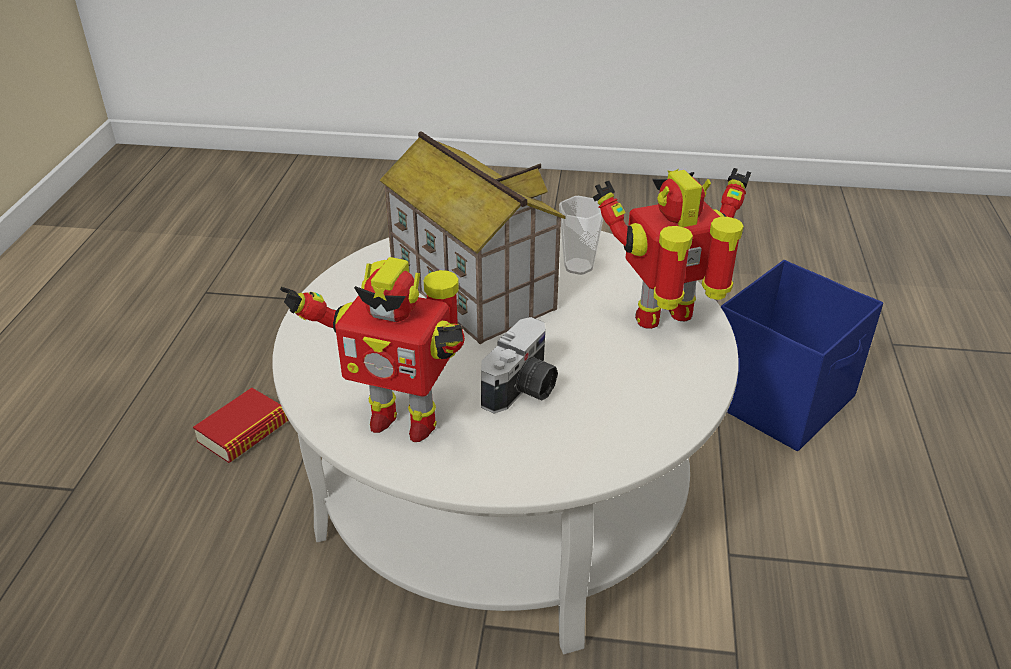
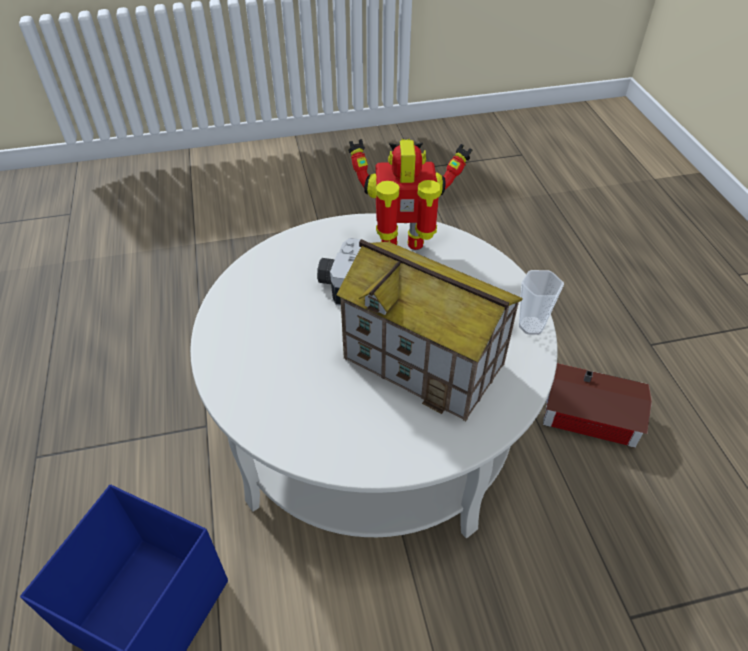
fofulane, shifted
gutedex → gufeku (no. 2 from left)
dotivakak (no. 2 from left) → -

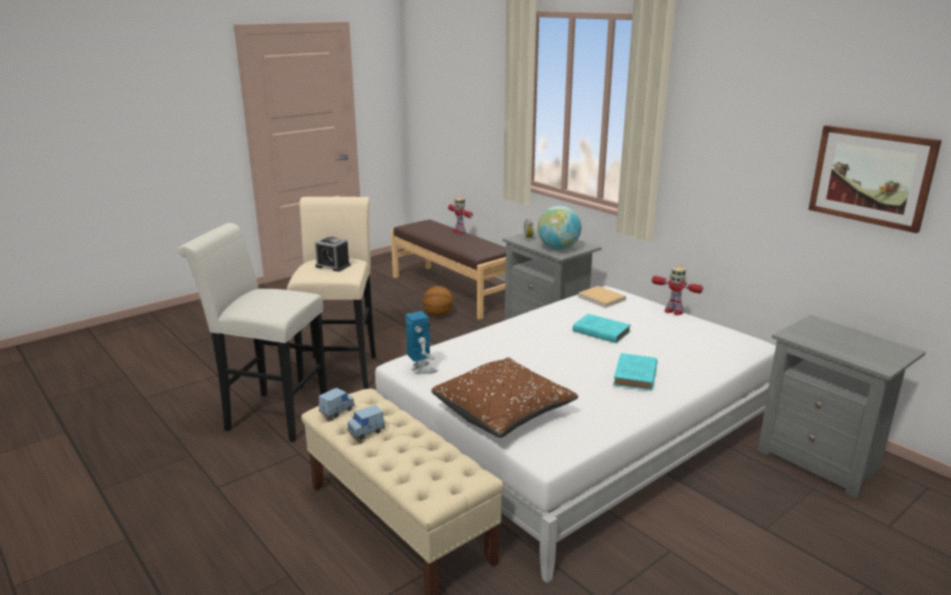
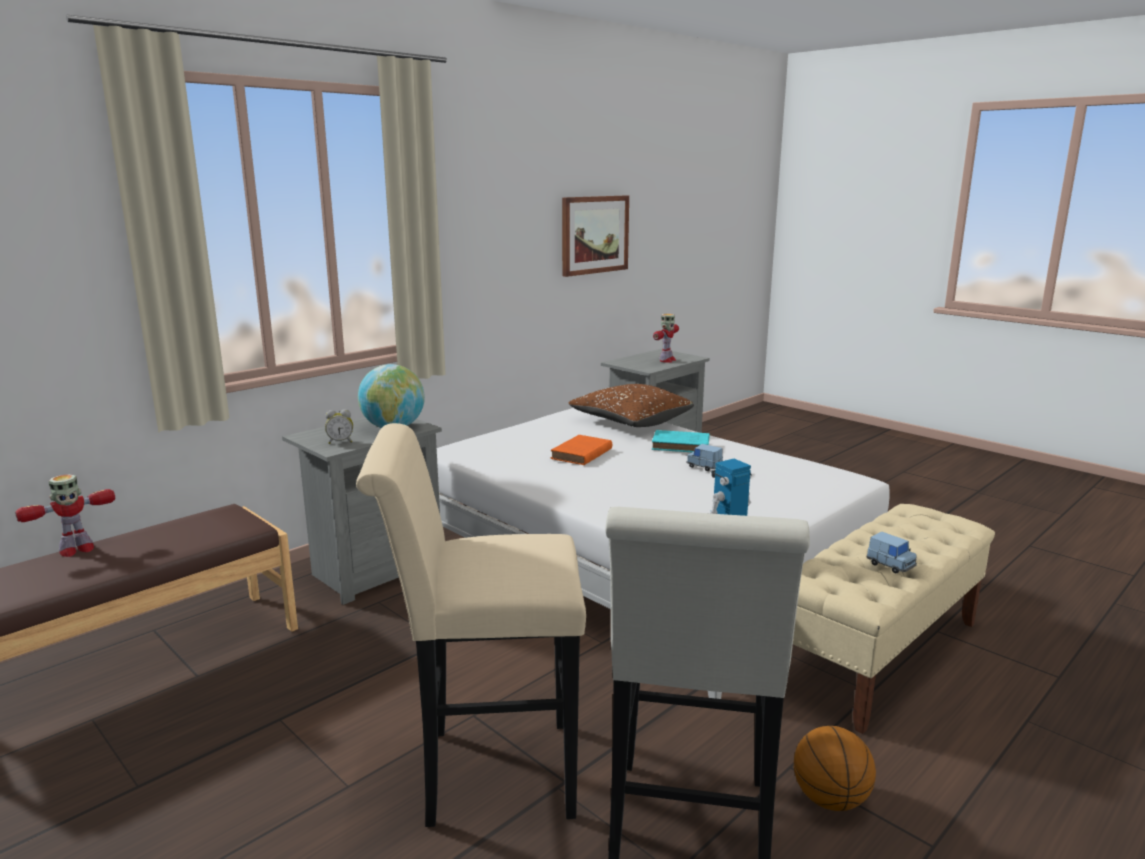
gutedex (turquoise) (no. 1 from left) → gutedex (orange)
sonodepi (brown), shifted
dotivakak (no. 3 from left in the first image) → dotivakak (no. 2 from left), shifted
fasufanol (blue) (no. 1 from left), shifted
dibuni, shifted
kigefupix (no. 1 from left) → -
gutedex (beige) → -

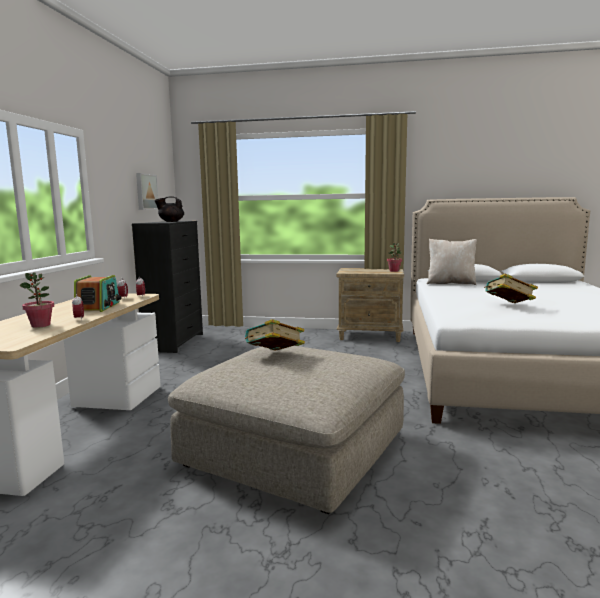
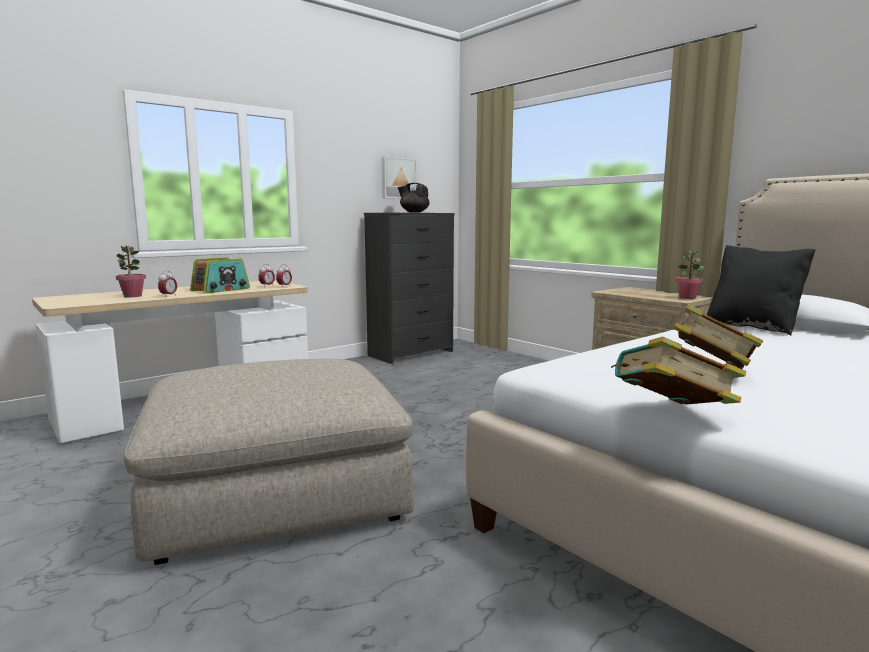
gutedex (no. 1 from left), shifted
sonodepi (beige) → sonodepi (black)

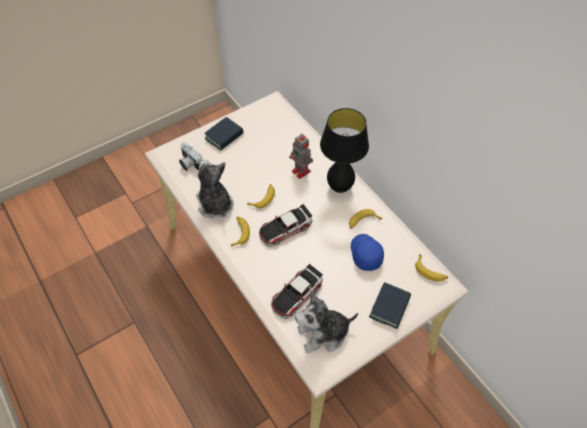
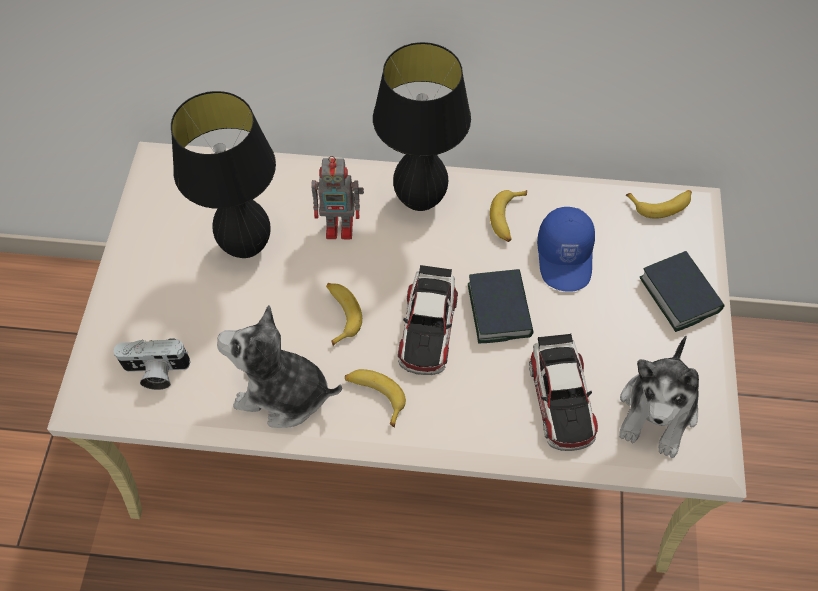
- → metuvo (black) (no. 1 from left)
gutedex (no. 1 from left), shifted
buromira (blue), 120 degrees counterclockwise

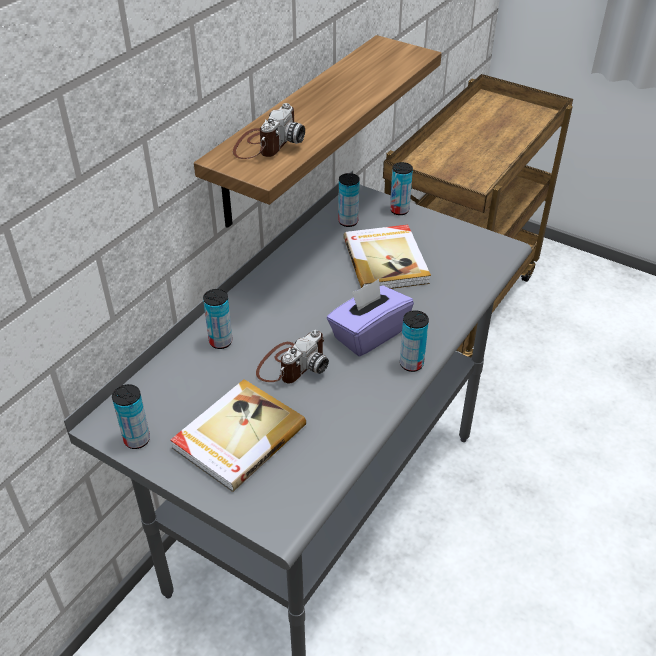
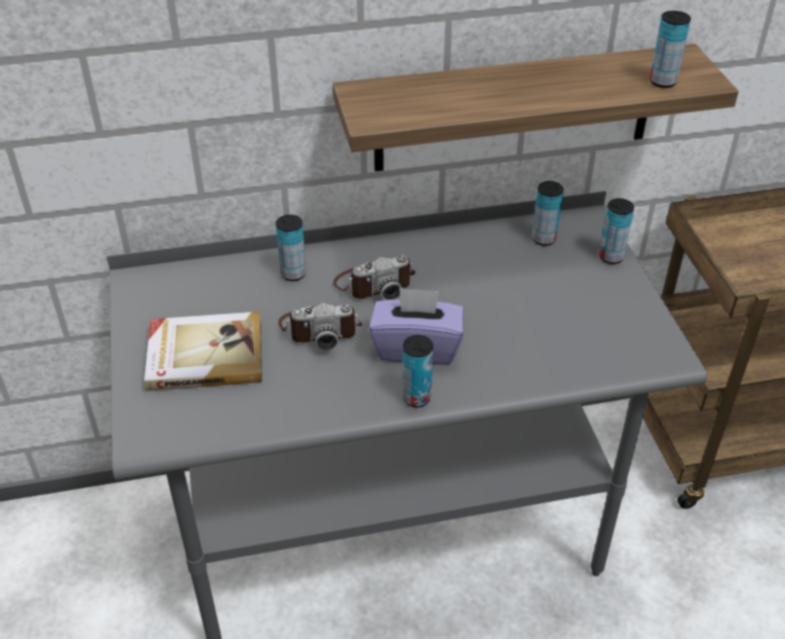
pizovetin (no. 1 from left in the first image) → pizovetin (no. 2 from left), shifted
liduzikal (no. 1 from left in the first image) → liduzikal (no. 5 from left), shifted
gutedex (no. 2 from left) → -

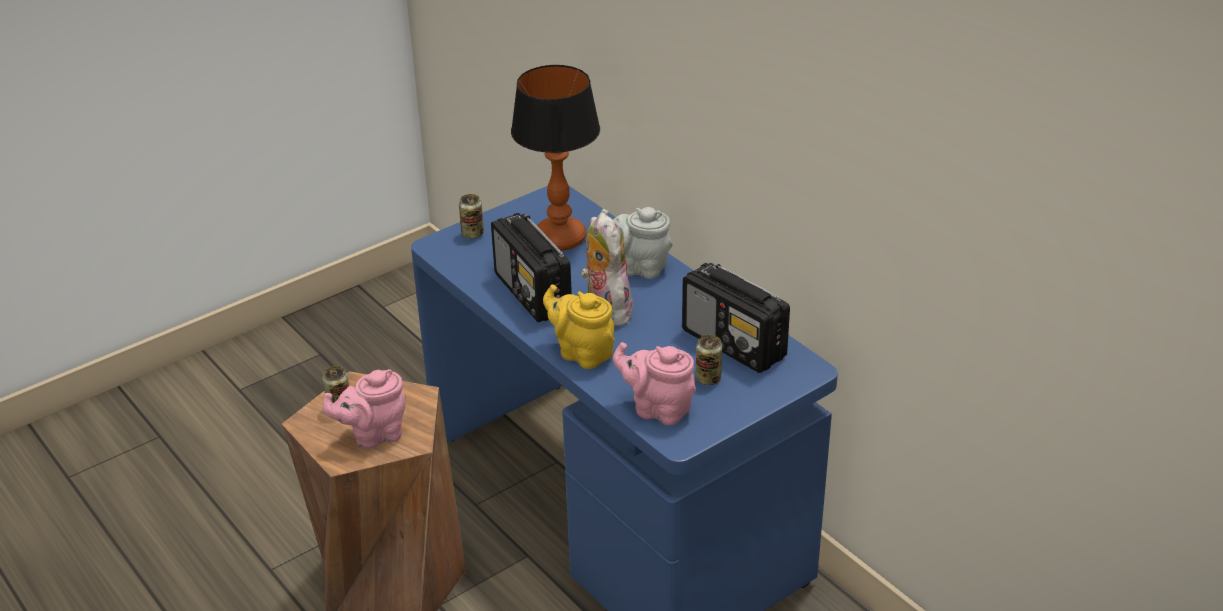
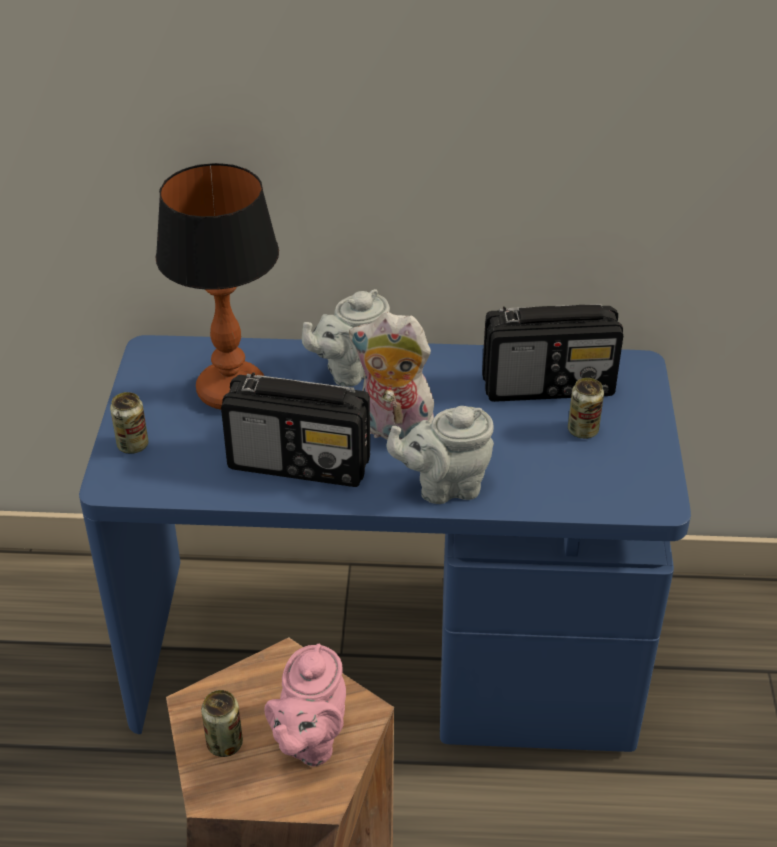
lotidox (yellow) → lotidox (grey) (no. 2 from left)
lotidox (pink) (no. 2 from left) → -

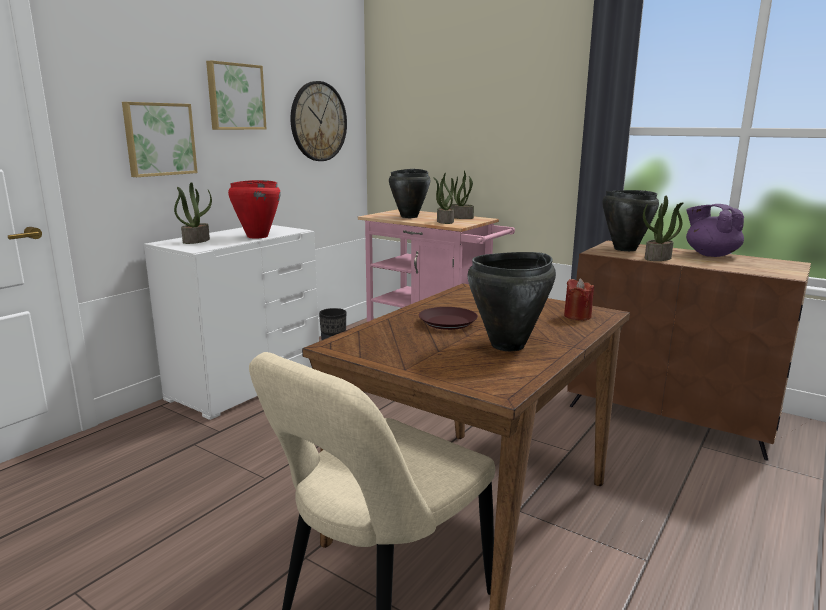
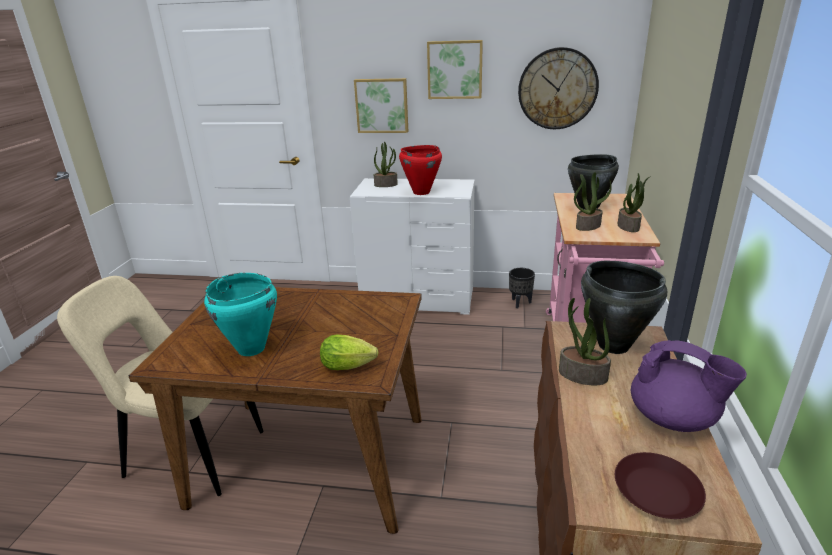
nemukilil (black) (no. 2 from left) → nemukilil (turquoise)
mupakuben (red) → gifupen
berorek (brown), shifted
lotidox (purple), 90 degrees clockwise

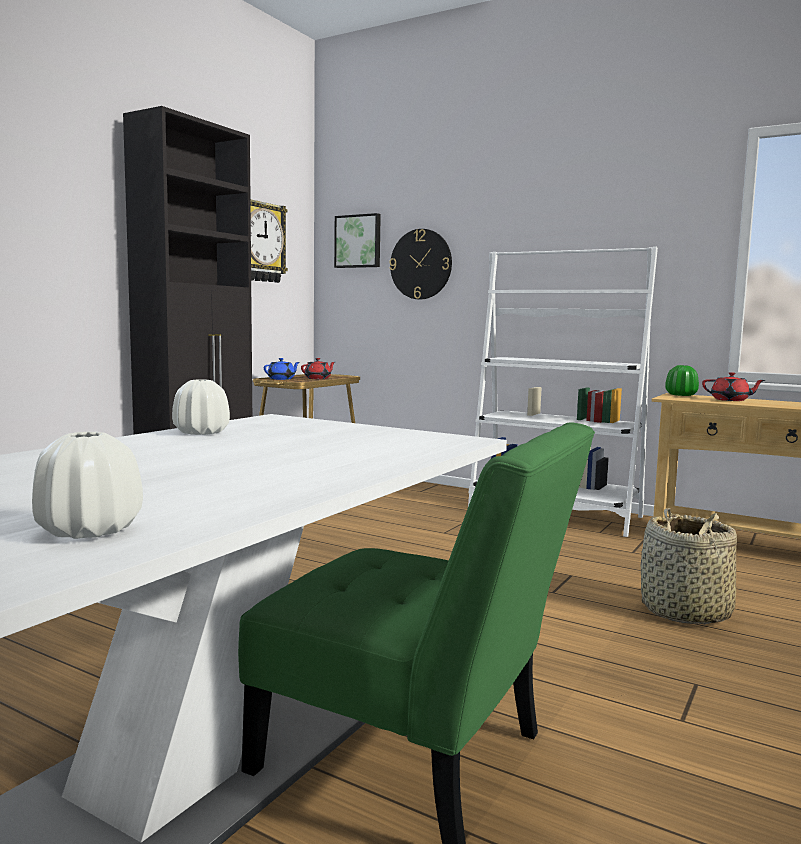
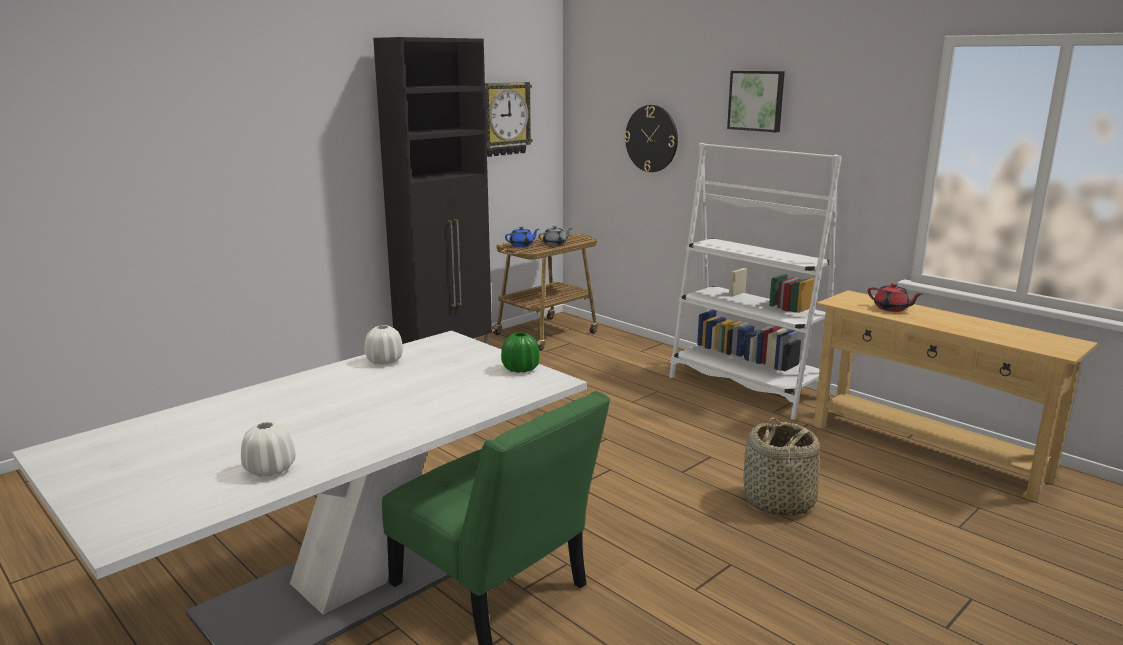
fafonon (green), shifted
lotidox (red) (no. 1 from left) → lotidox (grey)
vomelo, shifted

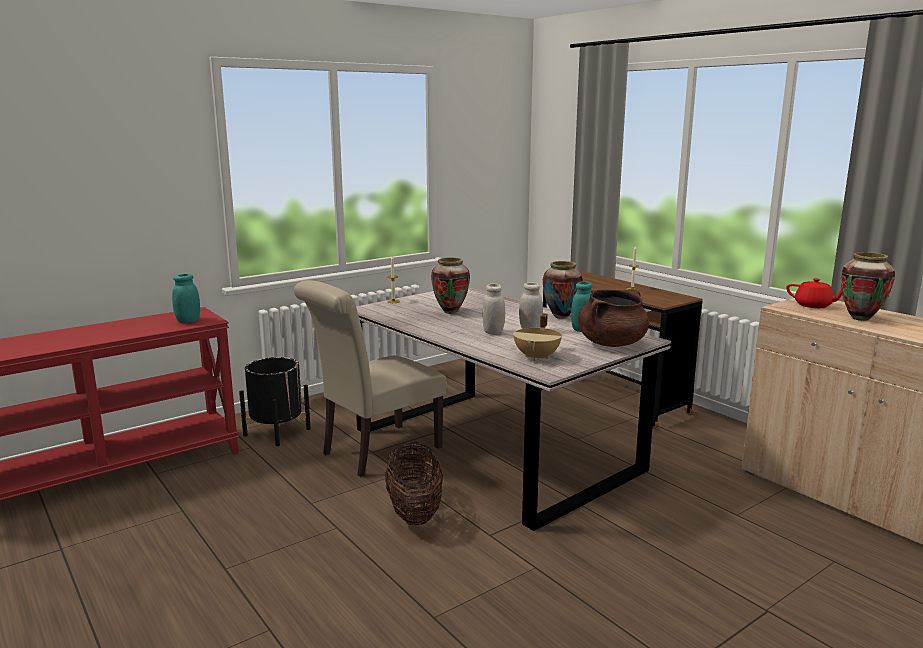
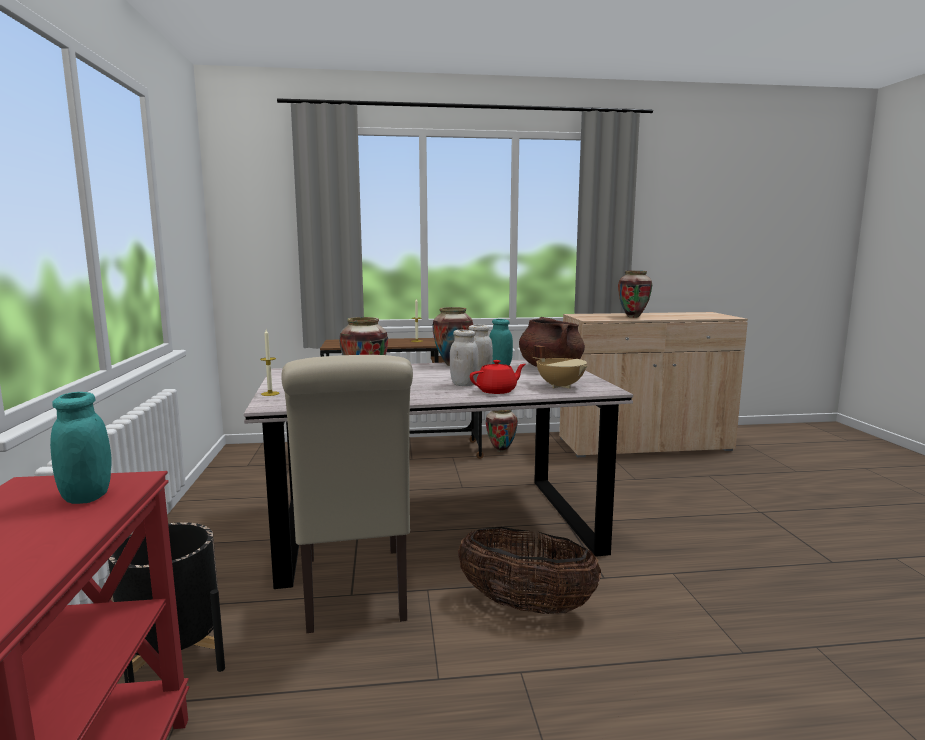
lotidox (red), shifted
- → fafonon (no. 3 from left)

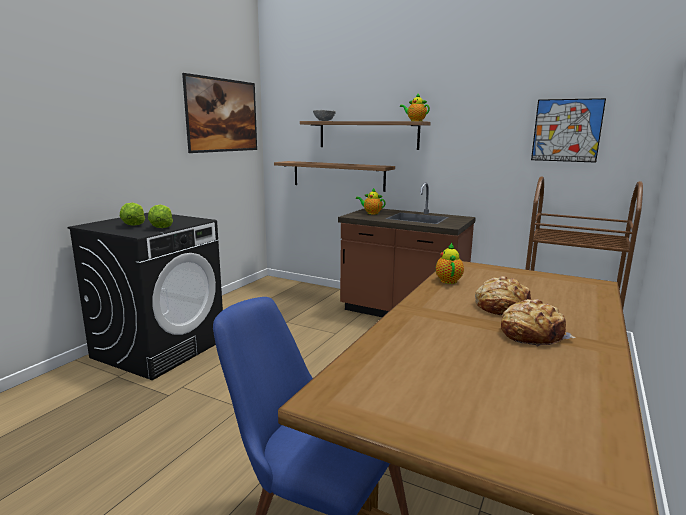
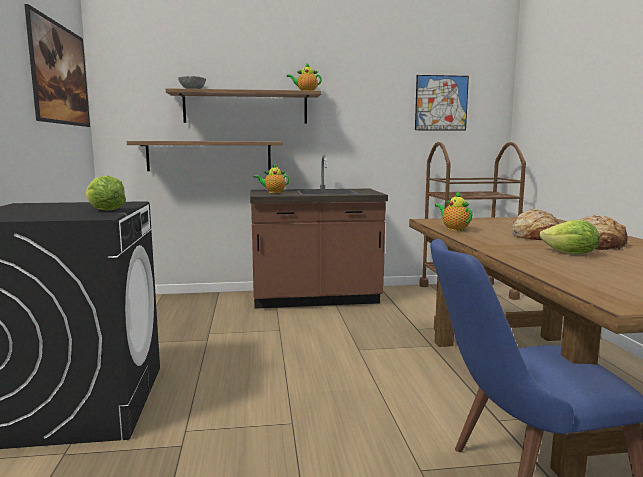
gifupen (no. 1 from left in the first image) → gifupen (no. 2 from left), shifted

